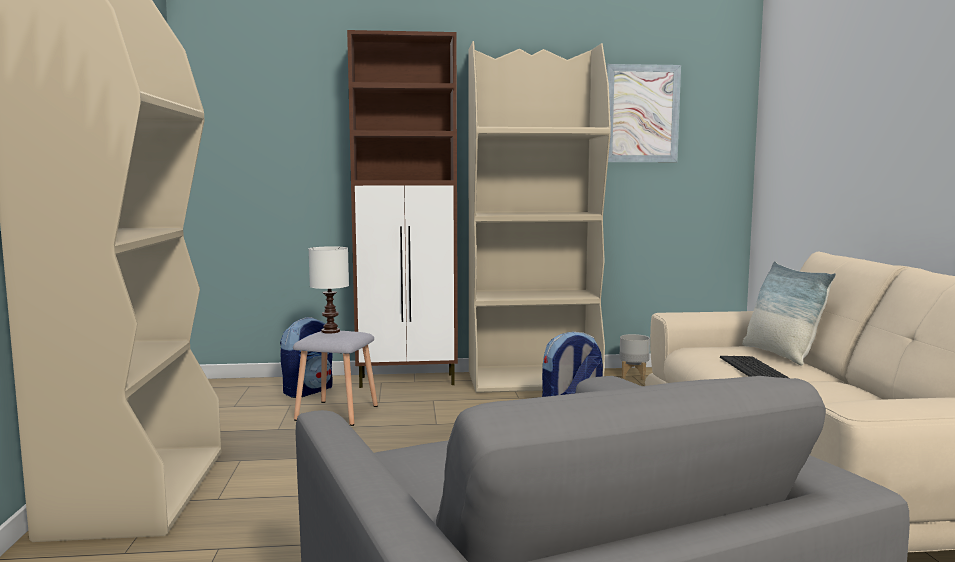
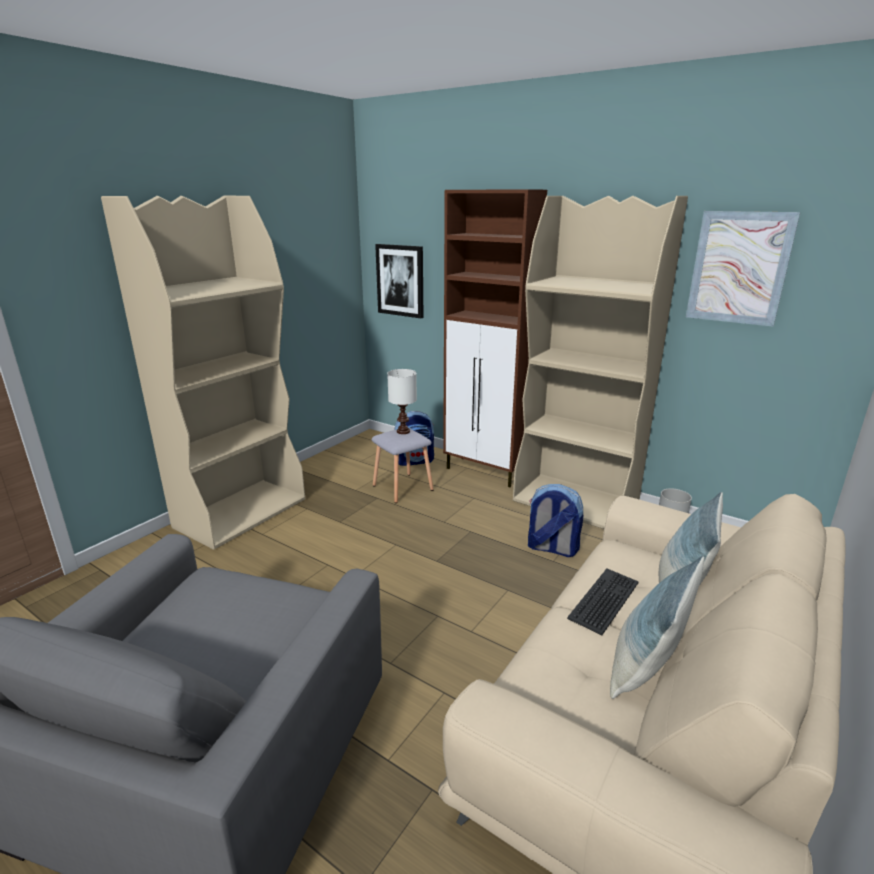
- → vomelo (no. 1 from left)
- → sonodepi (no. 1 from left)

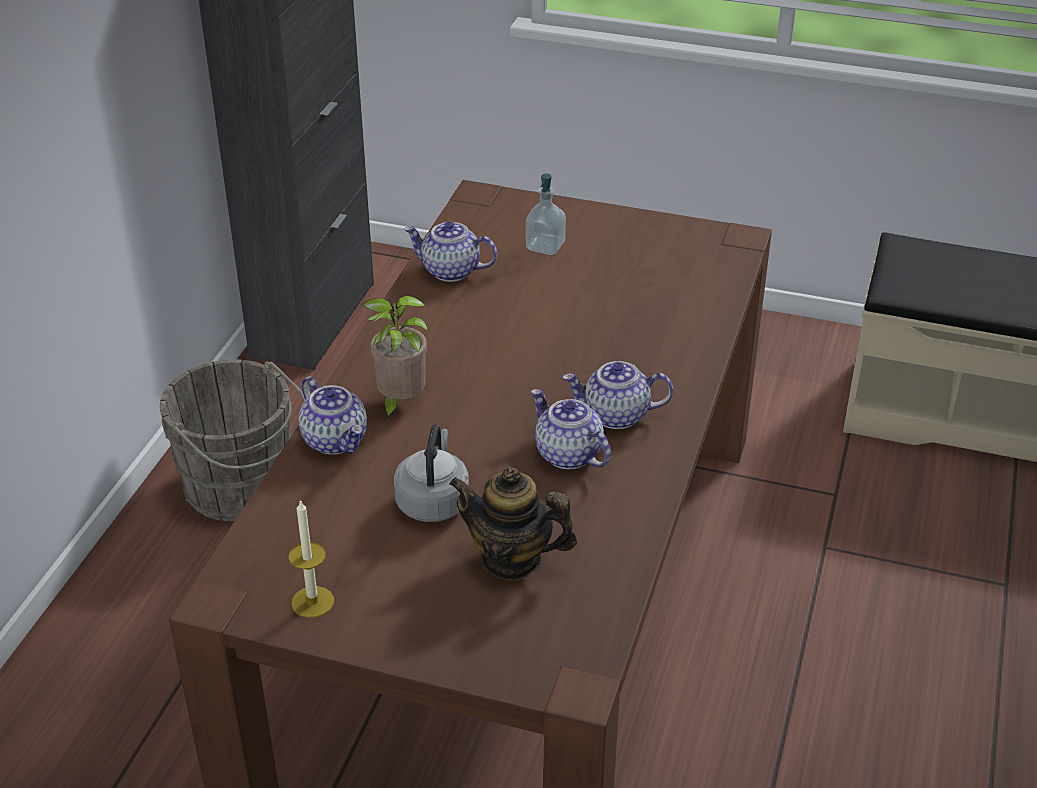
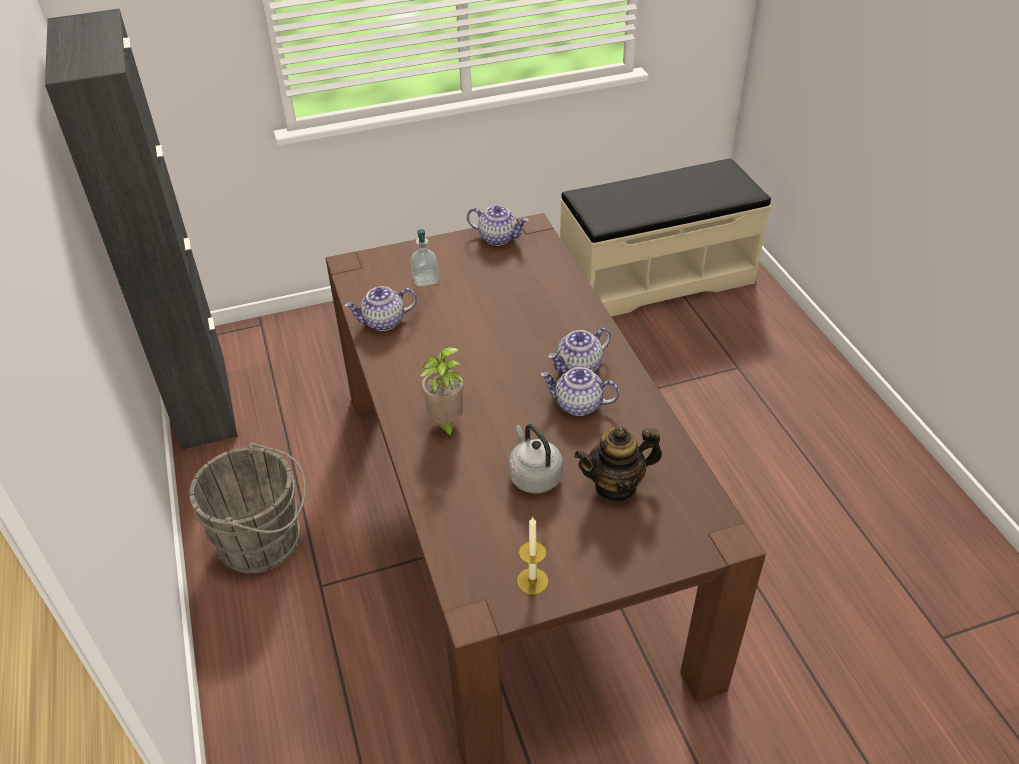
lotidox (no. 1 from left in the first image) → lotidox (no. 2 from left), shifted

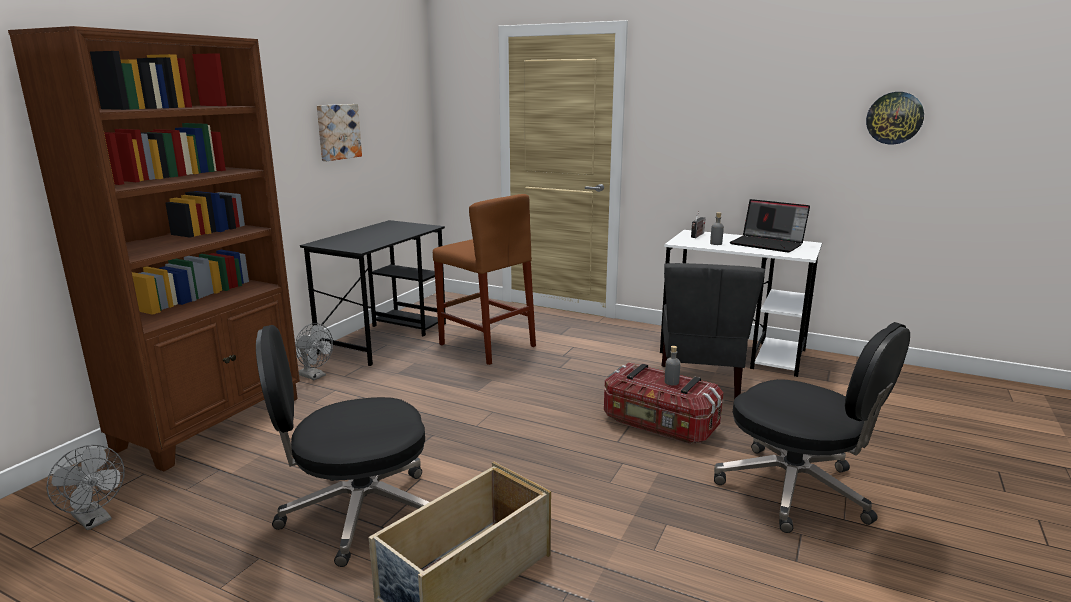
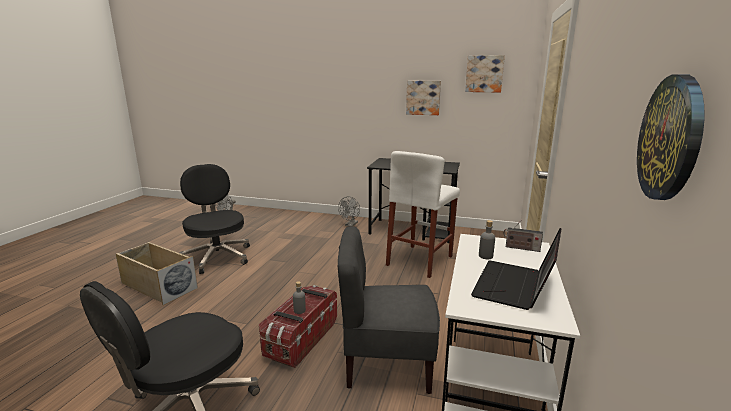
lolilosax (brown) → lolilosax (white)
- → vomelo (no. 2 from left)
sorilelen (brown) → -

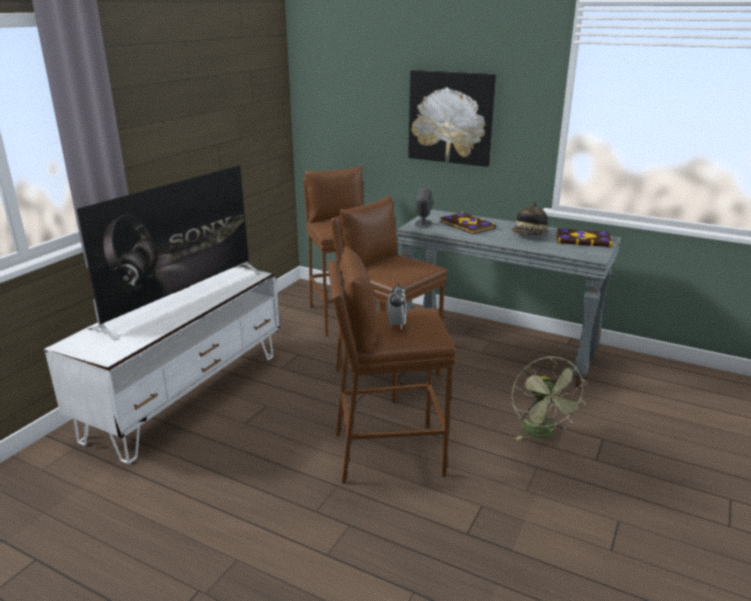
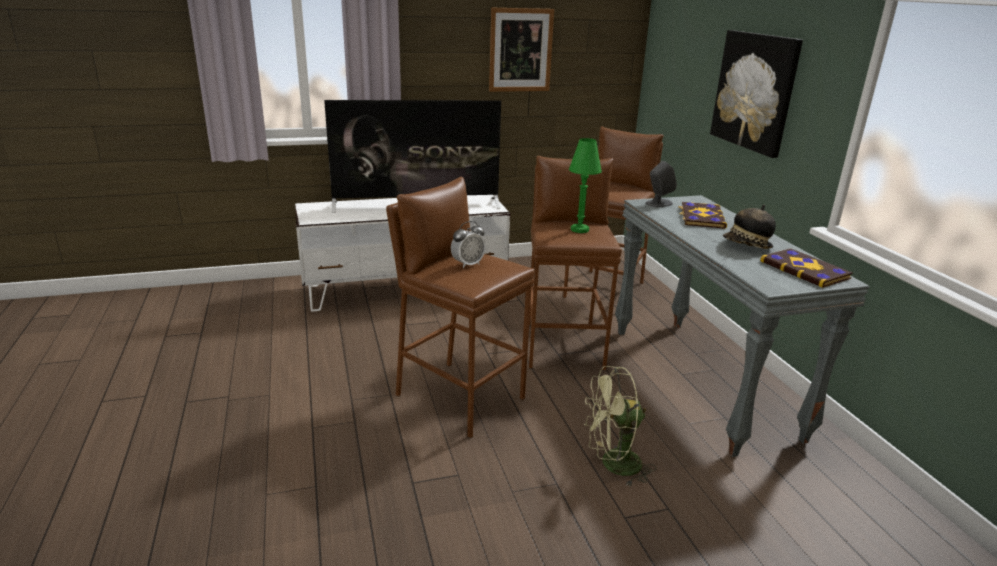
- → vomelo (no. 1 from left)
- → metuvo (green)
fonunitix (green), 45 degrees clockwise

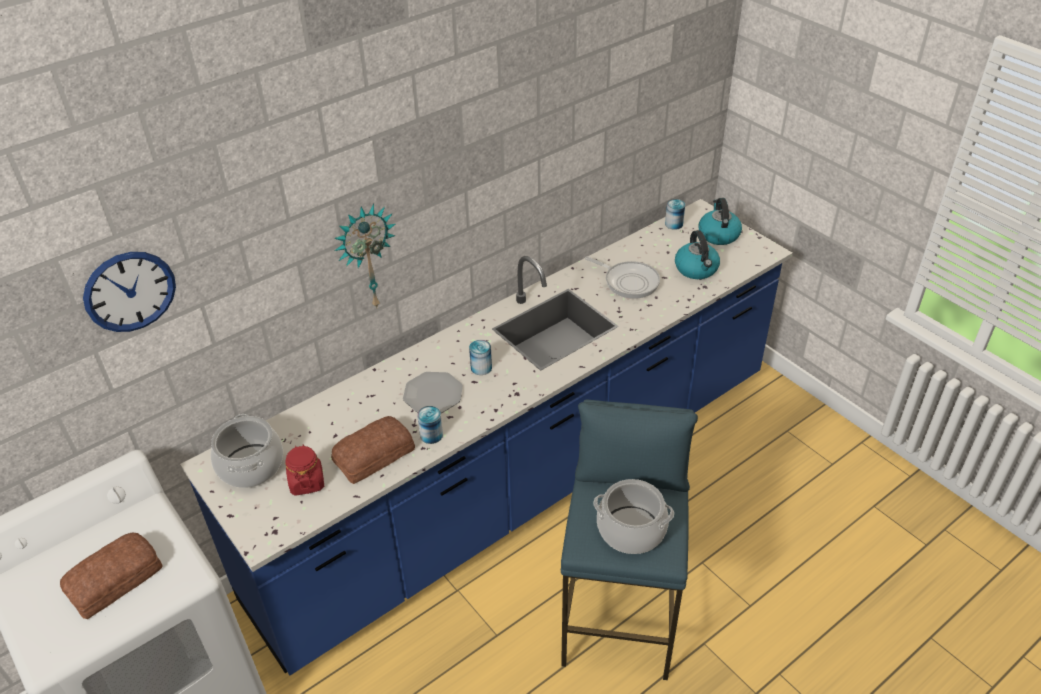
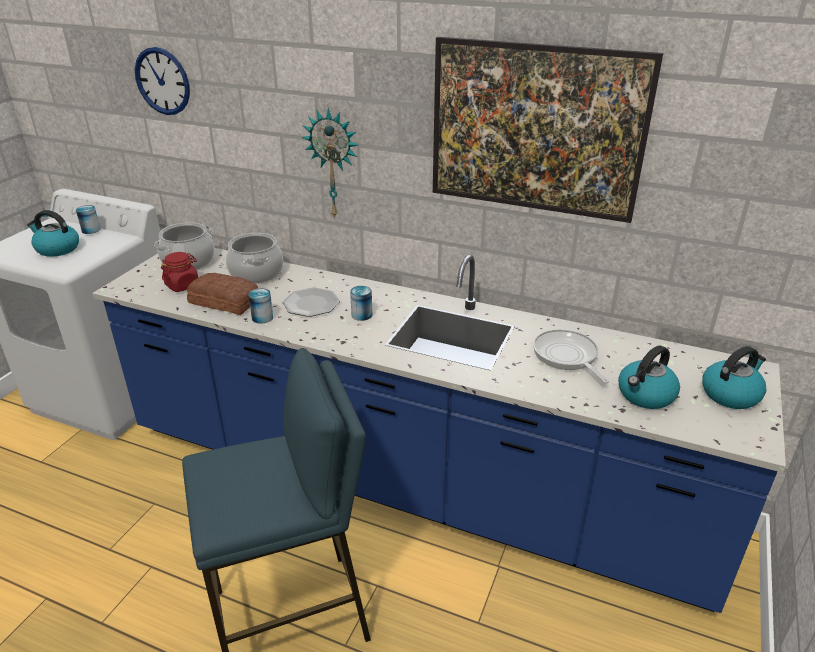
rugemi (no. 1 from left) → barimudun (no. 1 from left)
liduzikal (no. 3 from left in the first image) → liduzikal (no. 1 from left), shifted
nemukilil (no. 2 from left), shifted
- → vomelo
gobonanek, 150 degrees clockwise

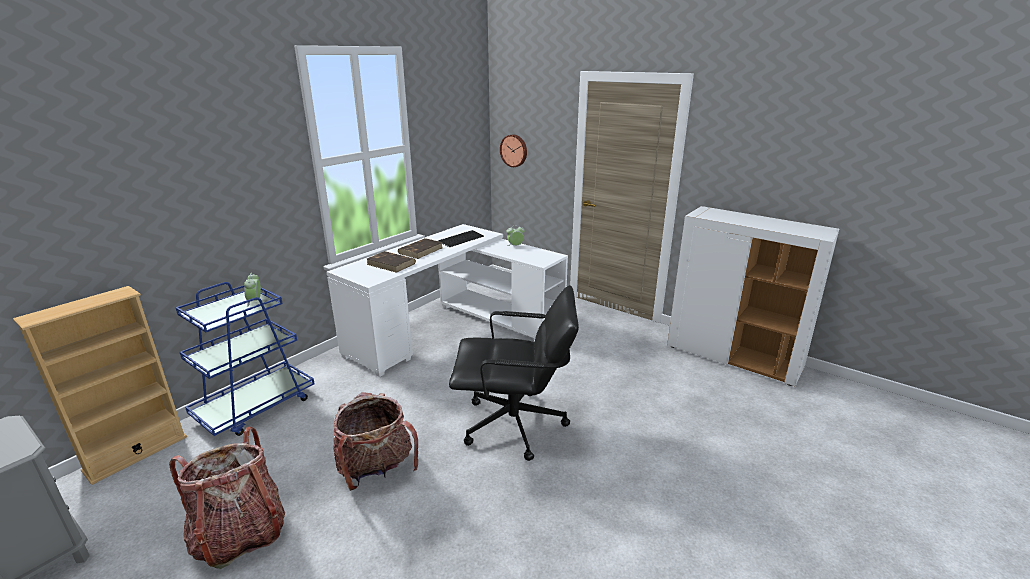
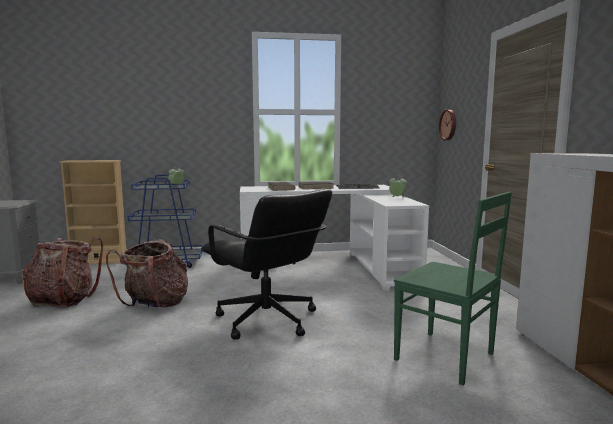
- → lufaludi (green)

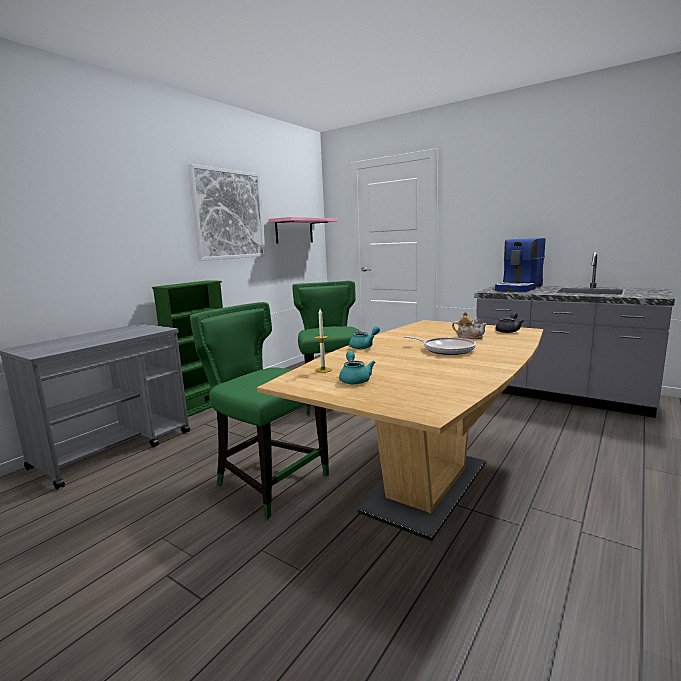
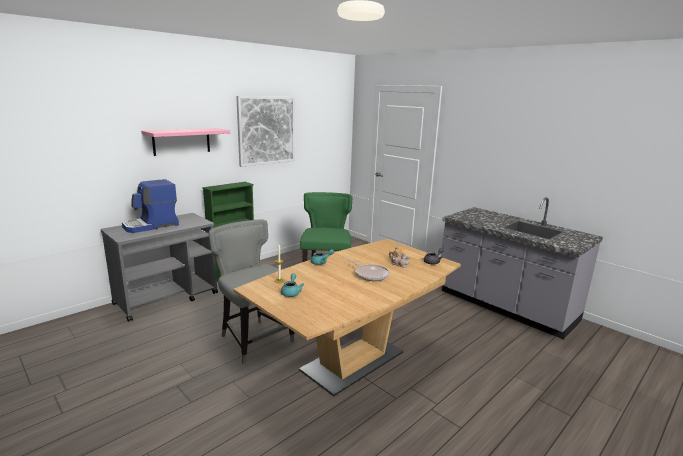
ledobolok, shifted
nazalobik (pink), shifted
lufaludi (green) (no. 1 from left) → lufaludi (grey)

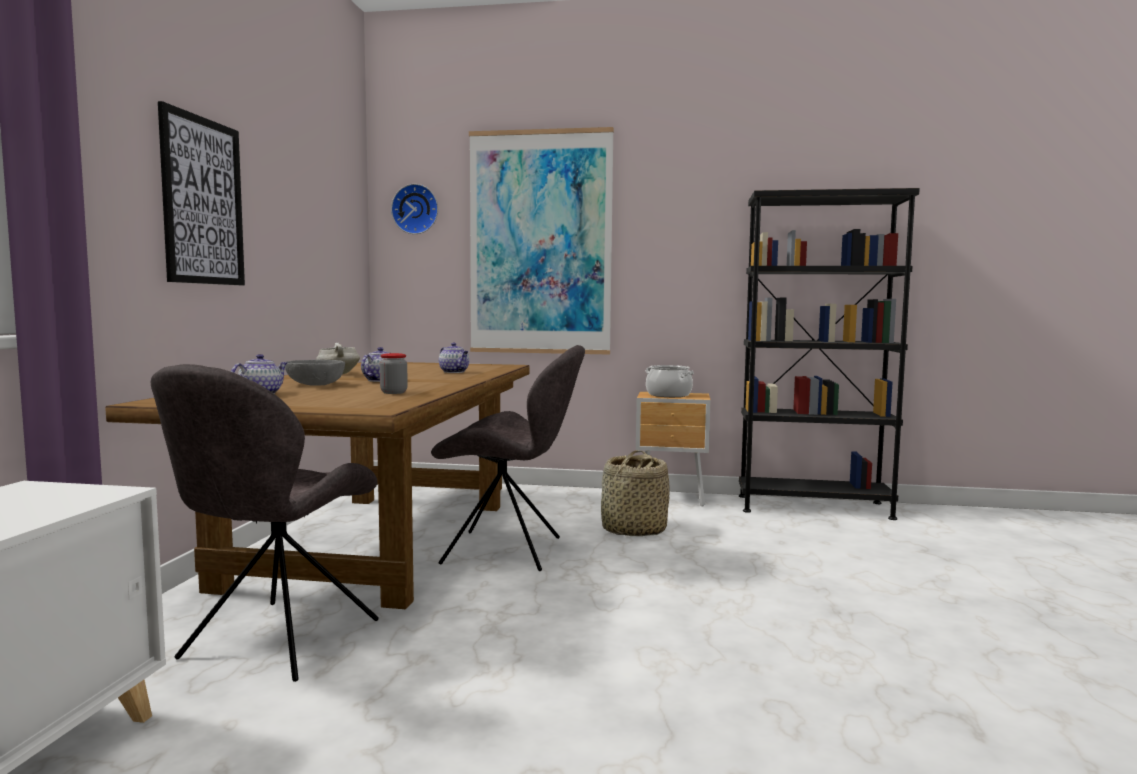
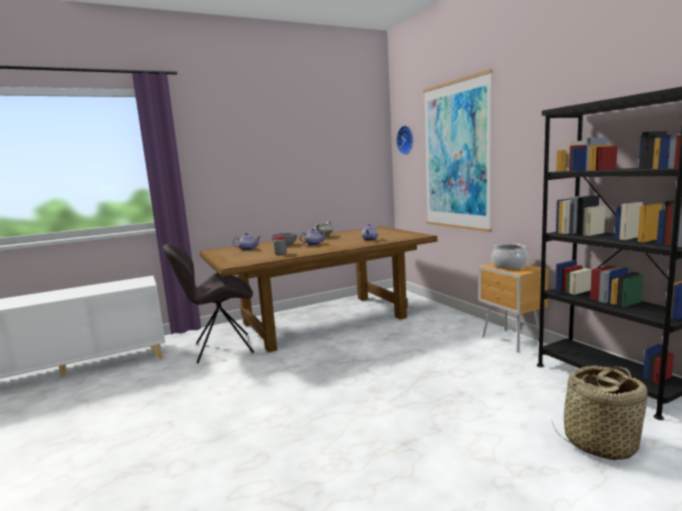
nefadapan, shifted
vomelo (no. 1 from left) → -
lufaludi (grey) (no. 2 from left) → -

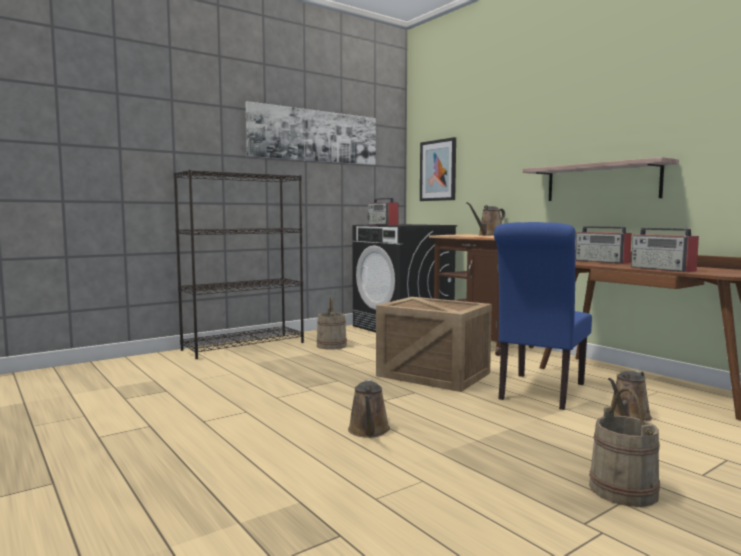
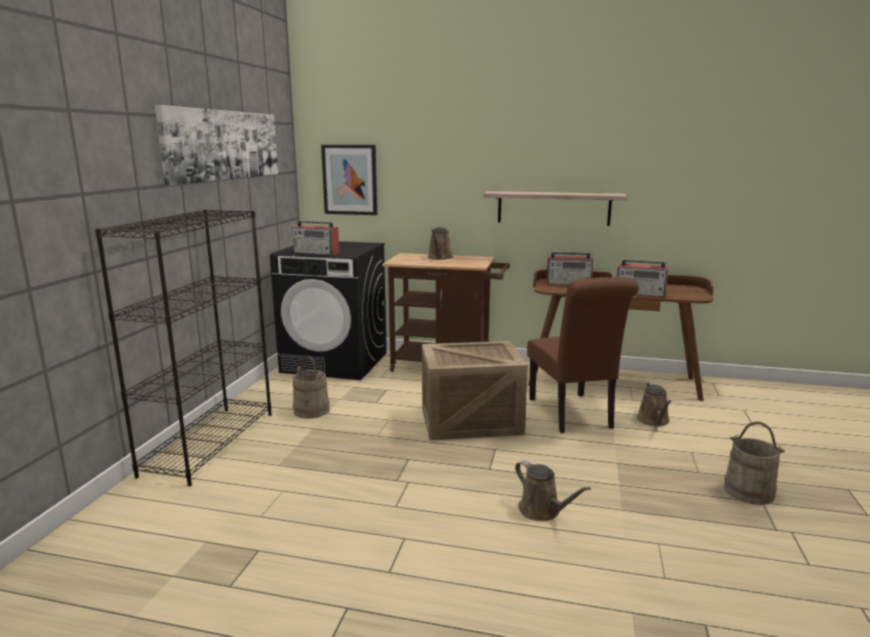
lufaludi (blue) → lufaludi (brown)

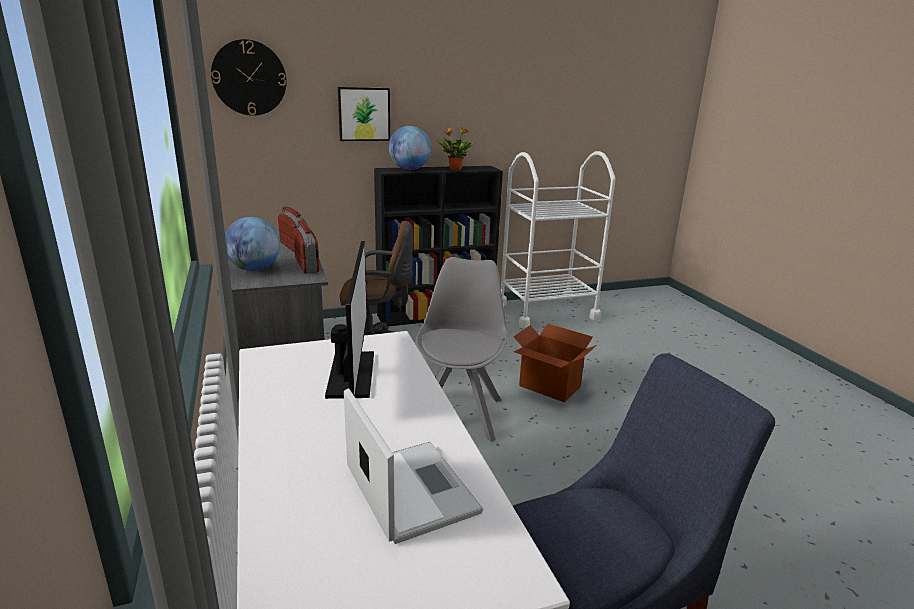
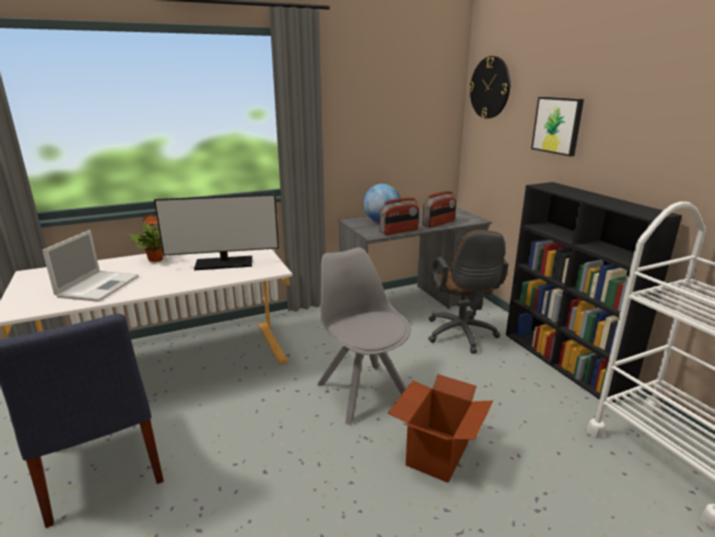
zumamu, 45 degrees counterclockwise
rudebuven, shifted
lufaludi (grey), 120 degrees counterclockwise
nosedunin (no. 2 from left) → -

